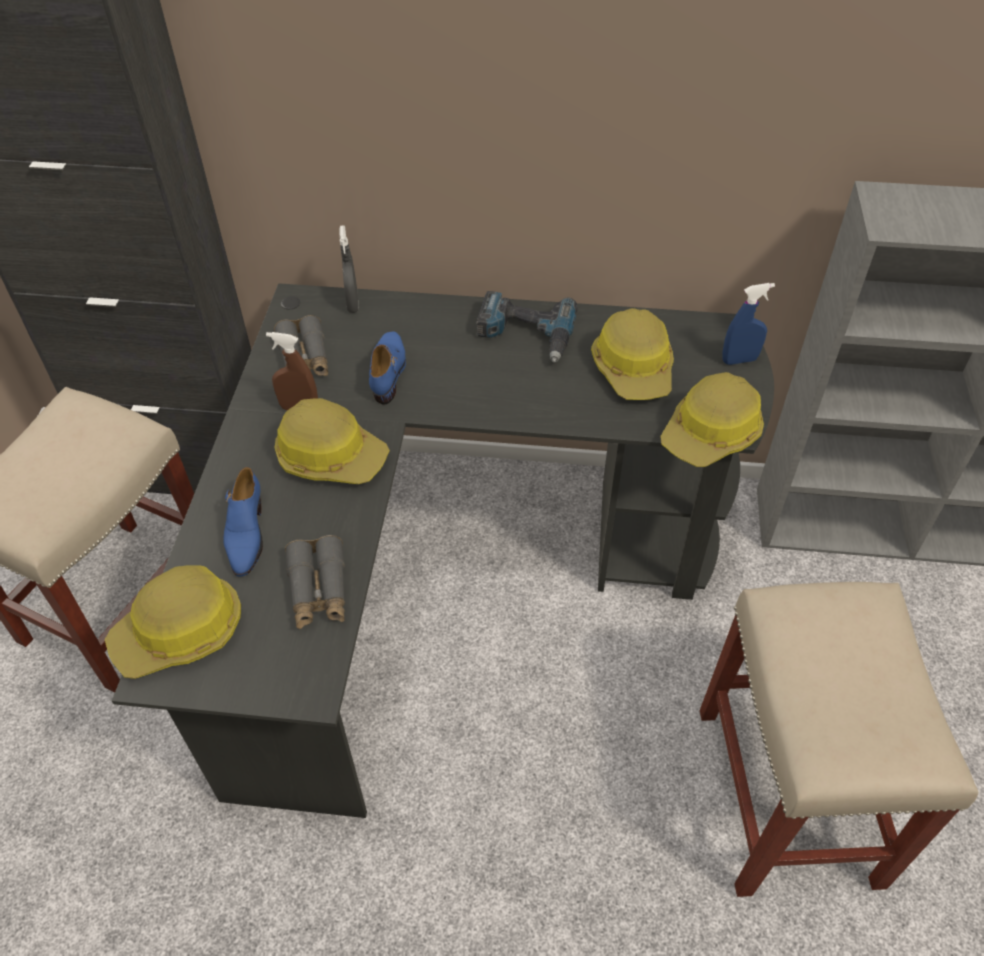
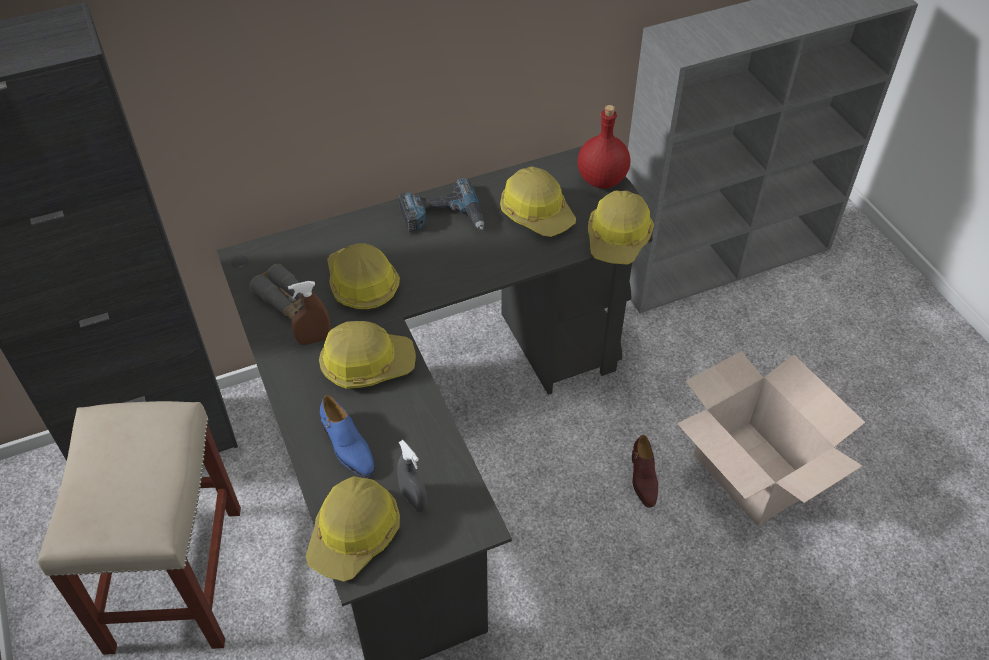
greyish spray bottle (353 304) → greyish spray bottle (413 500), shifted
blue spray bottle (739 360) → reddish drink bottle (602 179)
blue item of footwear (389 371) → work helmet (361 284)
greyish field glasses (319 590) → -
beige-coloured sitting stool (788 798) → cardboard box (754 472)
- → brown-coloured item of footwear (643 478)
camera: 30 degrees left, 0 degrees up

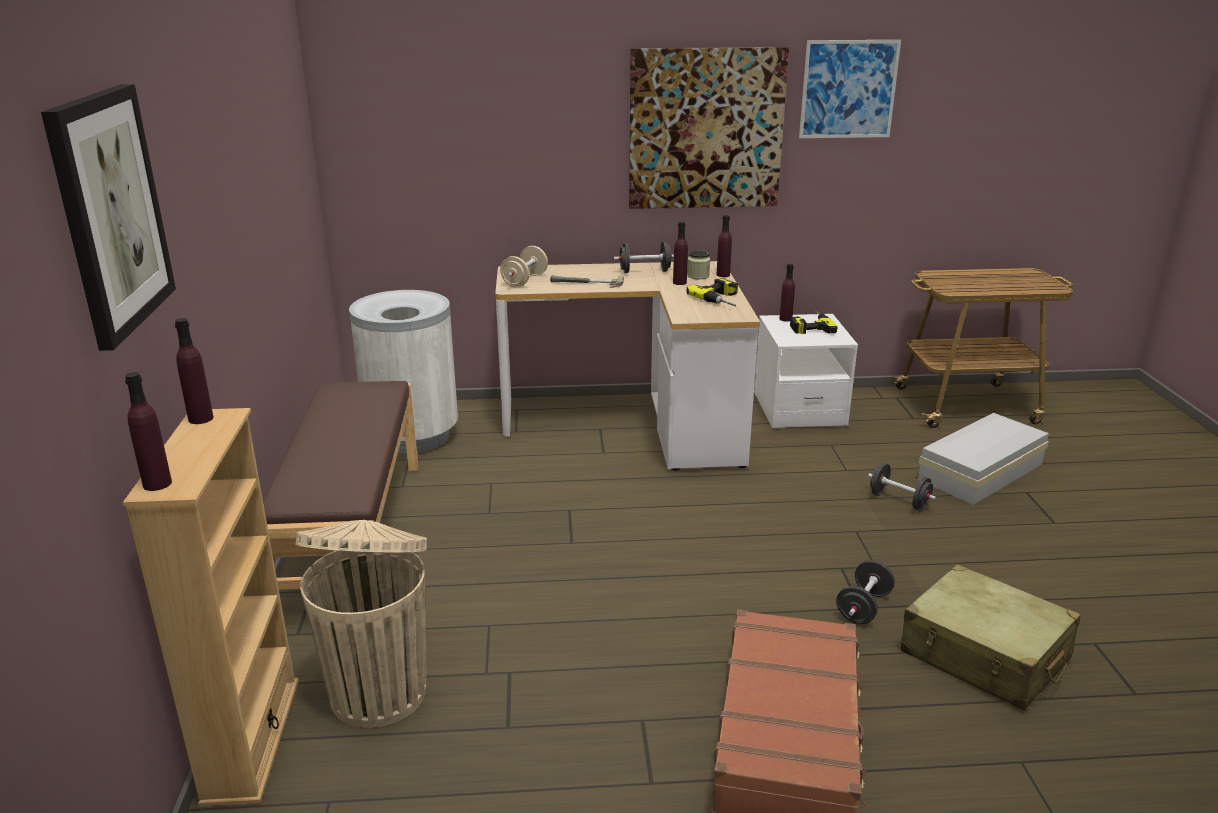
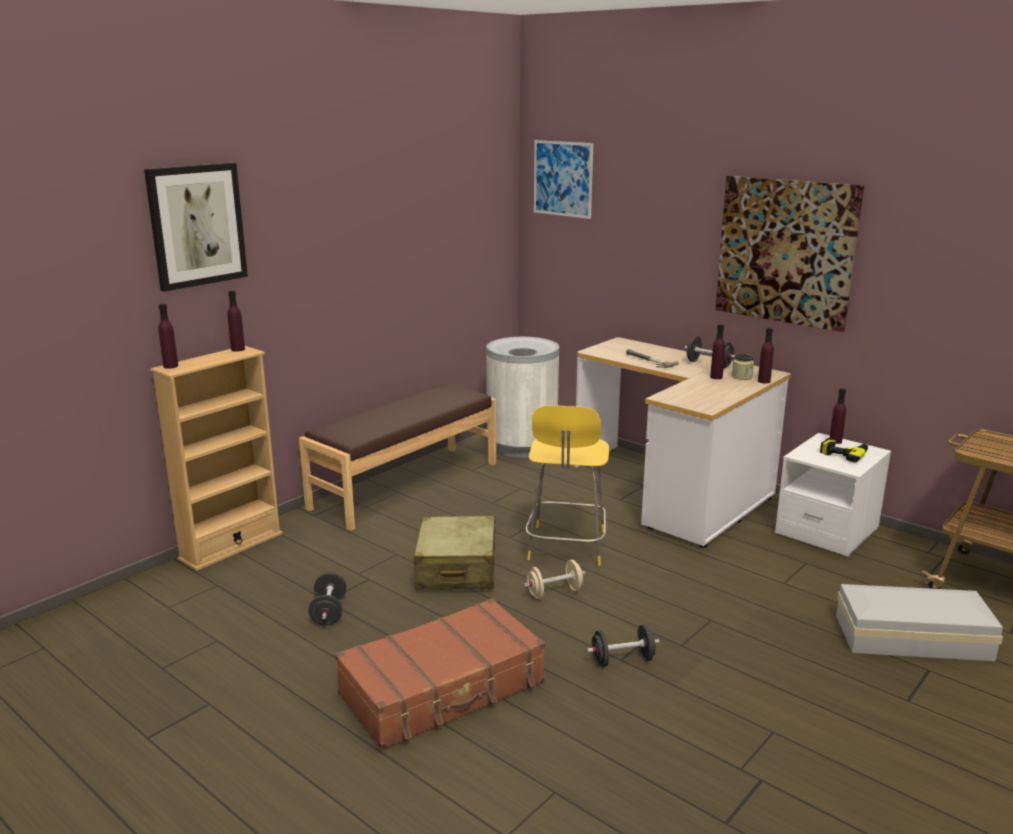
picture (848 89) → picture (563 179), shifted
beige-coloured hand weight (525 280) → beige-coloured hand weight (554 592), shifted
electric drill (723 299) → -
blackish hand weight (899 500) → blackish hand weight (329 612), shifted
beige-coloured trash can (380 691) → -
beige-coloured travel case (984 655) → beige-coloured travel case (456 569), shifted
- → yellow-coloured plain chair (566 547)
camera: 45 degrees right, 5 degrees down

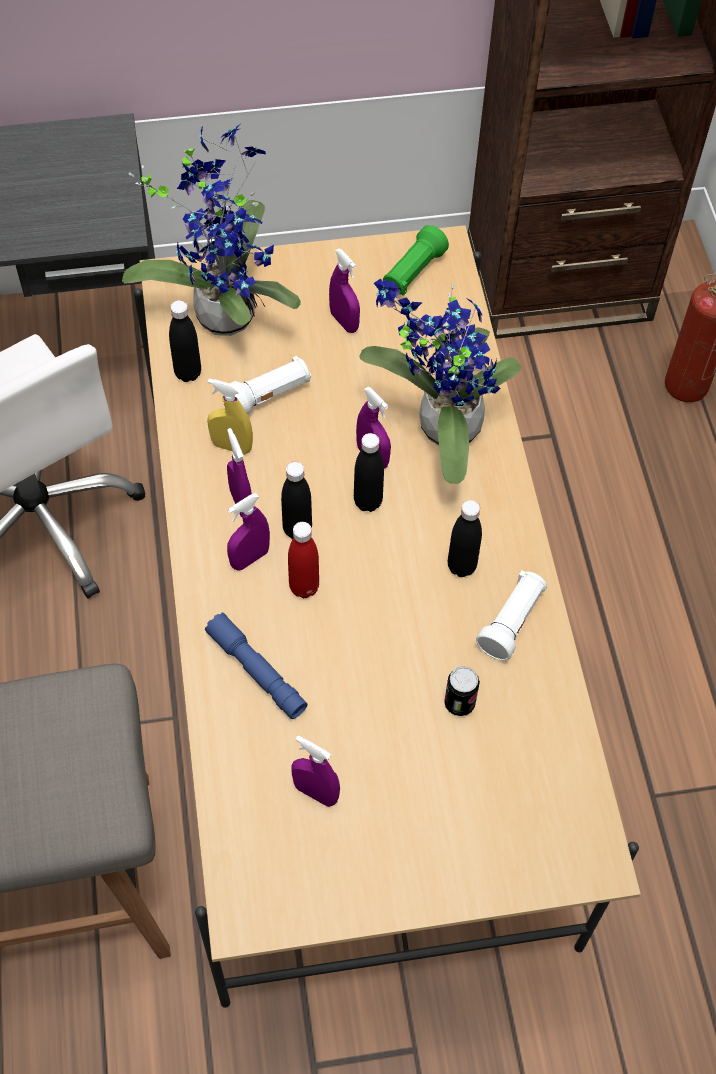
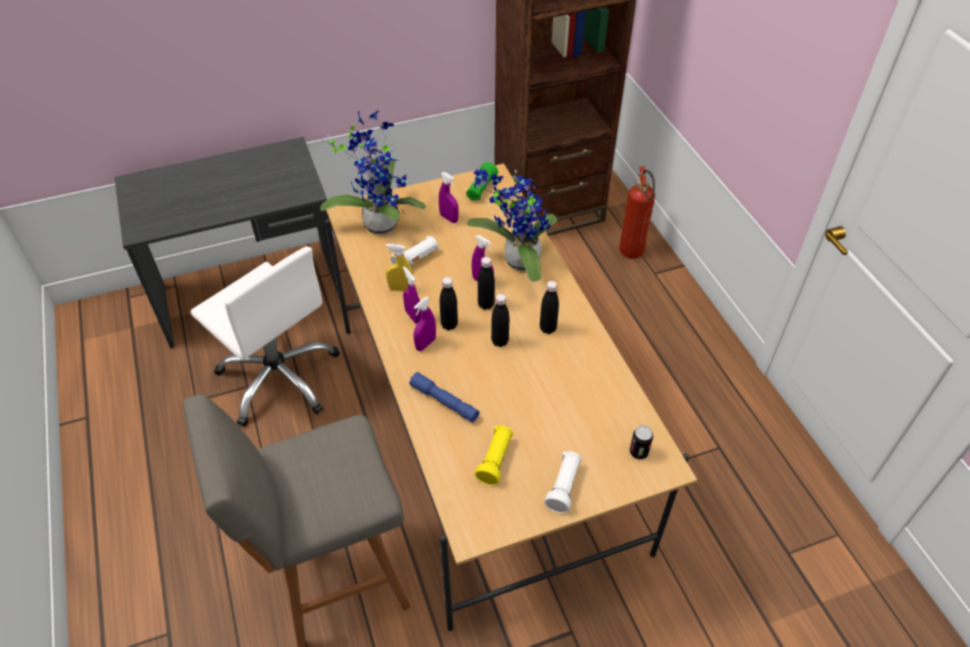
blackish drink bottle (188 373) → blackish drink bottle (500 341), shifted
reddish drink bottle (304 587) → -
white-coloured flashlight (512 622) → white-coloured flashlight (564 486), shifted
metal can (459 703) → metal can (638 452), shifted
purplish spray bottle (315 793) → yellow-coloured flashlight (495 460)
camera: 10 degrees left, 10 degrees down

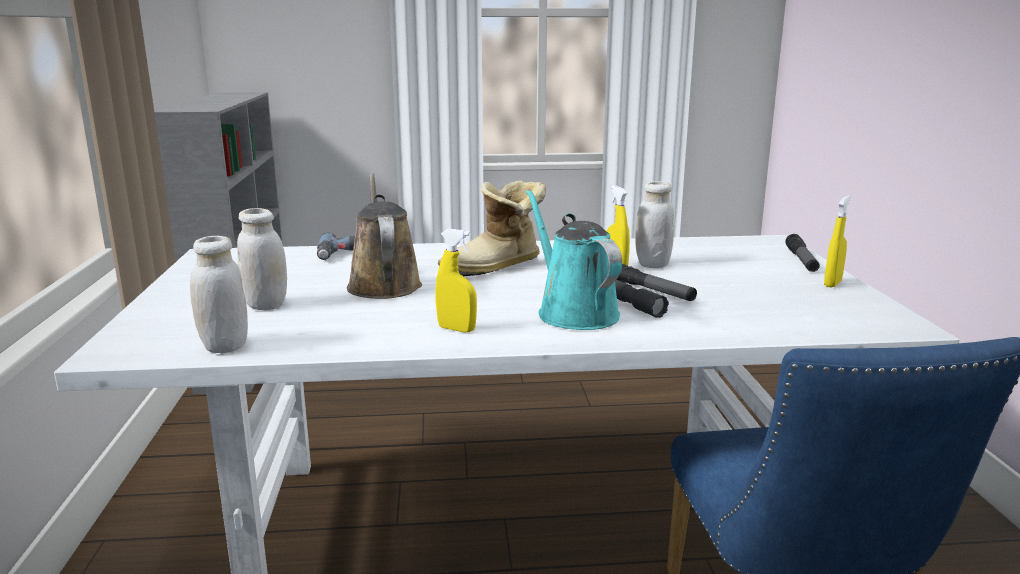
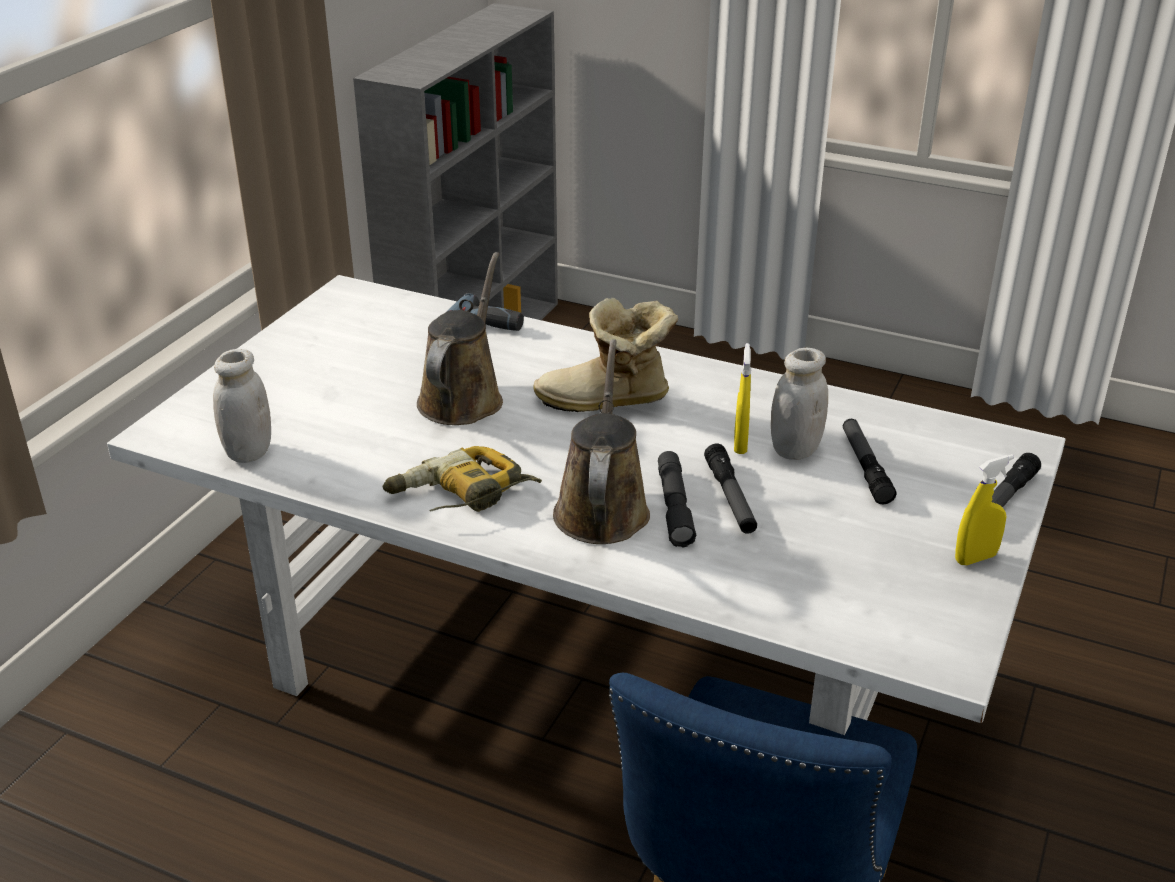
turquoise-coloured watering can (573 312) → brown-coloured watering can (602 508)
white-coloured jar (266 305) → -
yellow-coloured spray bottle (456 329) → electric drill (461 496)
- → flashlight (865 467)
camera: 30 degrees right, 15 degrees up

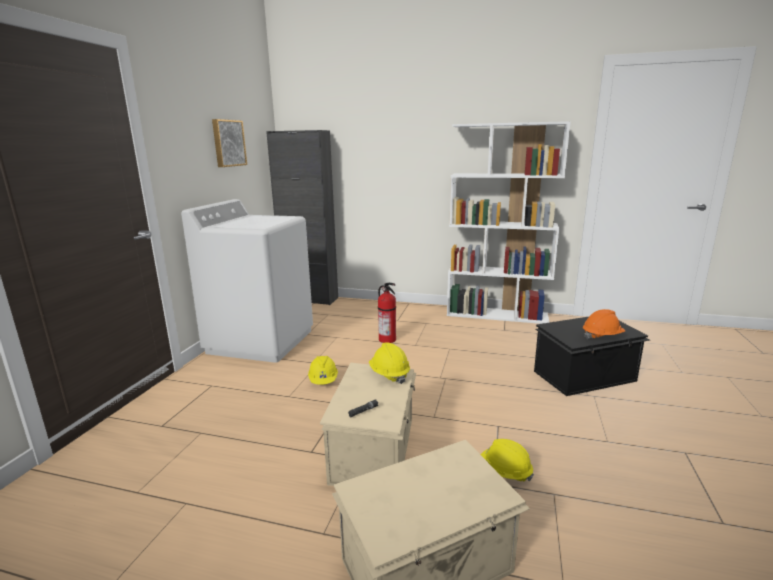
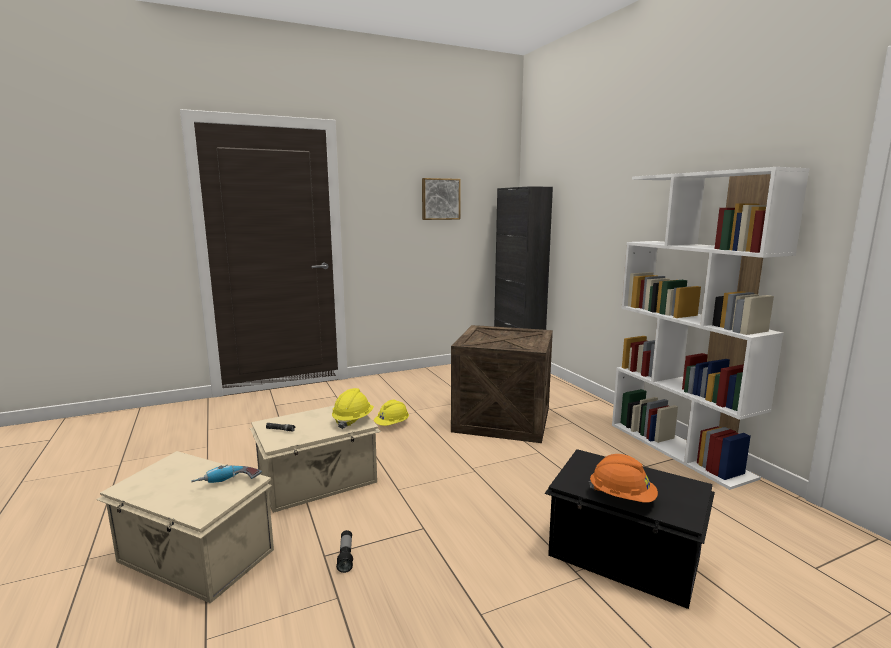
white-coloured laundry appliance (261 341) → -
fire-fighting cylinder (388 339) → packing crate (503 420)
yellow-coloured work helmet (504 473) → flashlight (346 556)
- → electric drill (228 483)
camera: 50 degrees right, 5 degrees down

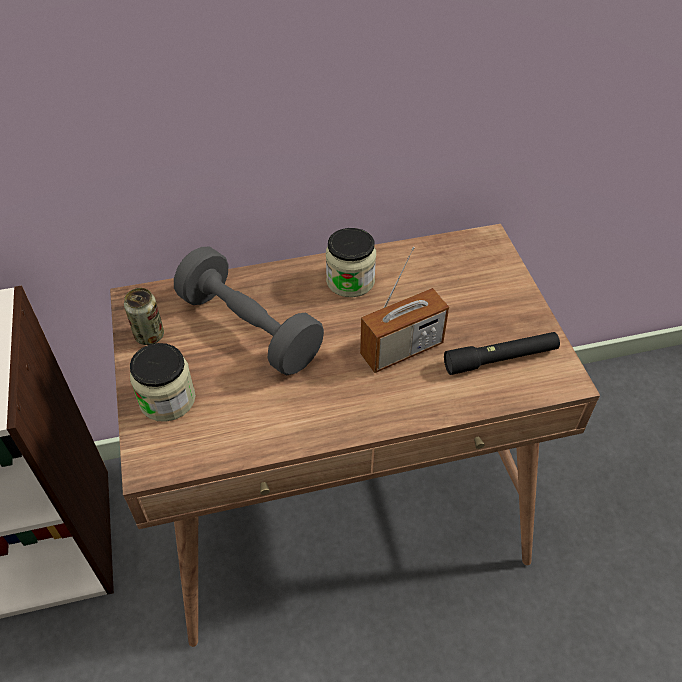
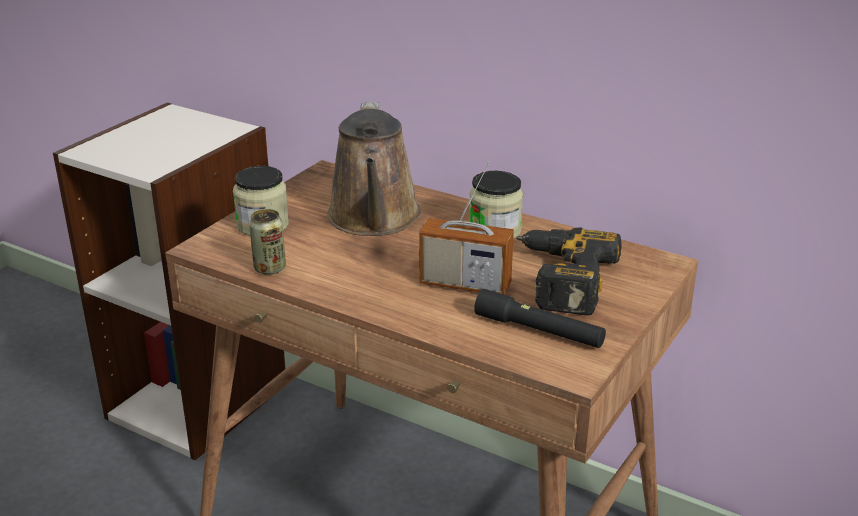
greyish hand weight (249 329) → brown-coloured watering can (374 219)
metal can (149 335) → metal can (269 268), shifted
- → electric drill (558 279)
camera: 45 degrees right, 20 degrees down

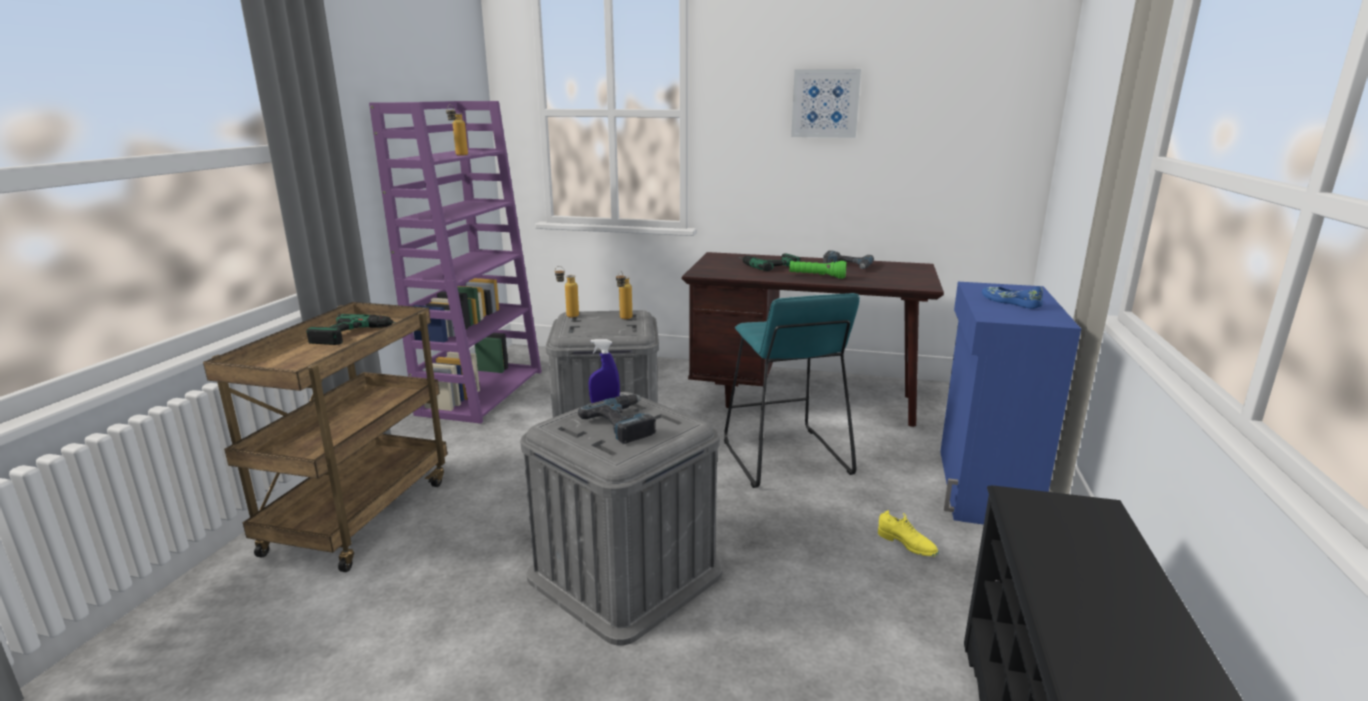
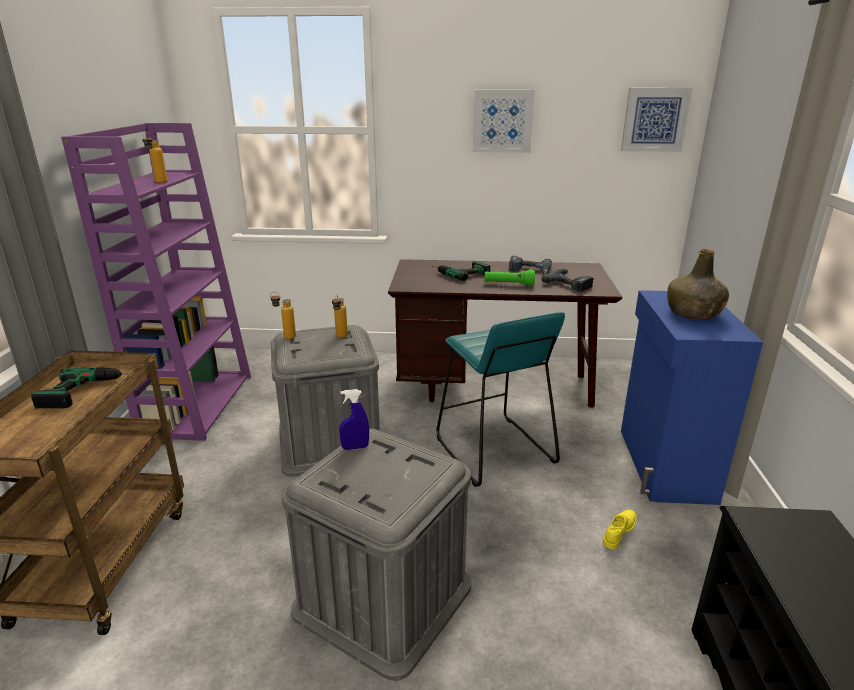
blue item of footwear (1011 302) → green drink bottle (693 313)
electric drill (625 423) → electric drill (569 284), shifted
yellow-coloured item of footwear (907 545) → yellow-coloured item of footwear (619 532), 90 degrees counterclockwise
- → picture (655 120)
camera: 10 degrees left, 5 degrees up

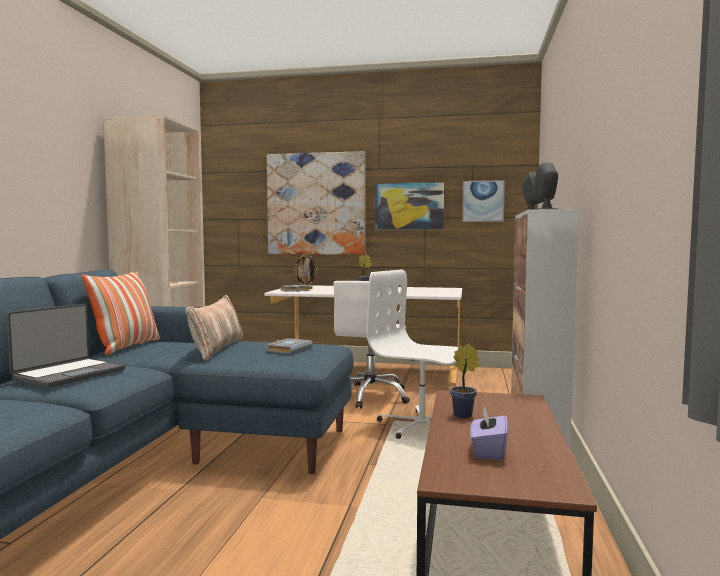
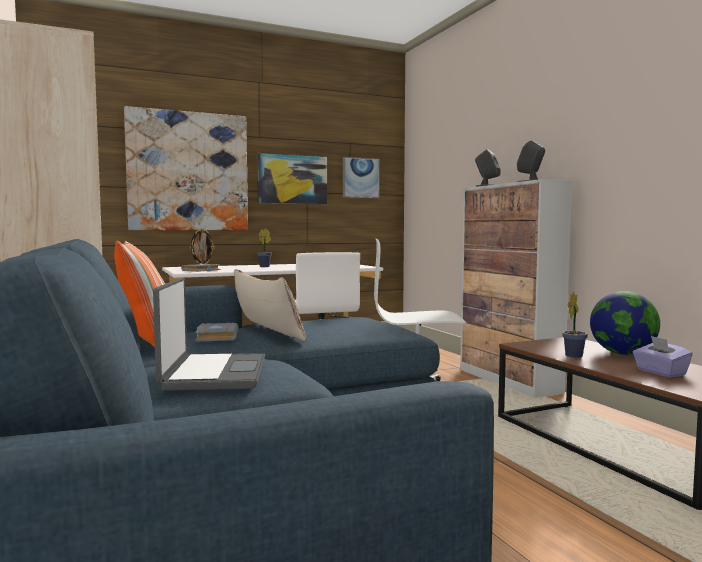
greyish book (288 349) → greyish book (215 336), shifted
- → globe (622 353)
camera: 35 degrees left, 0 degrees up

